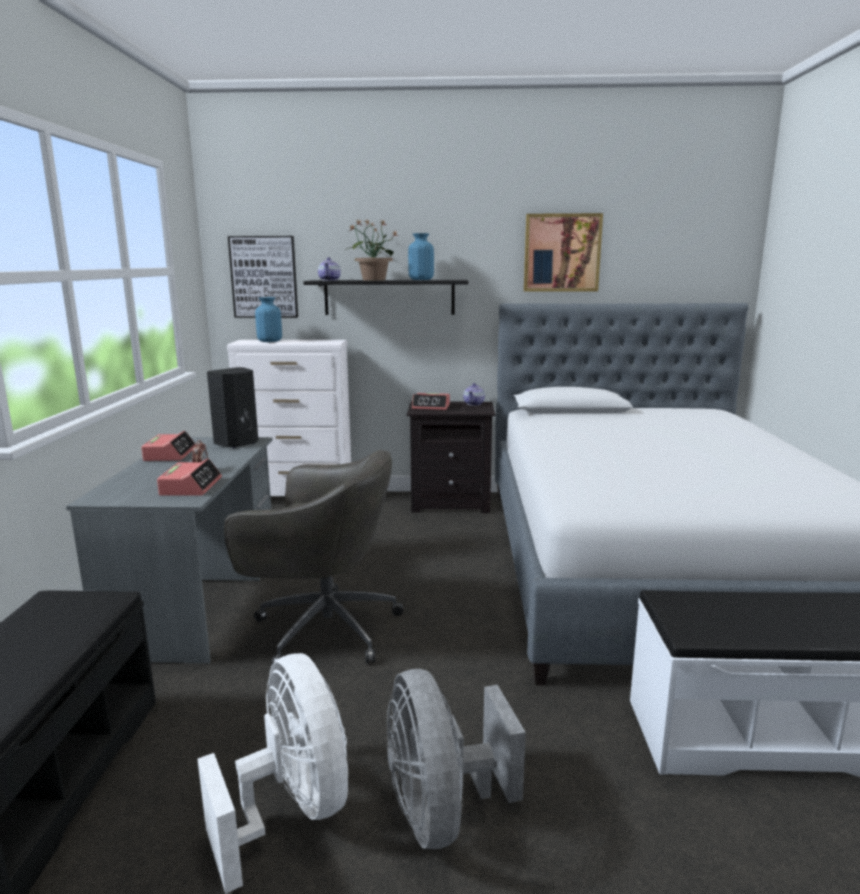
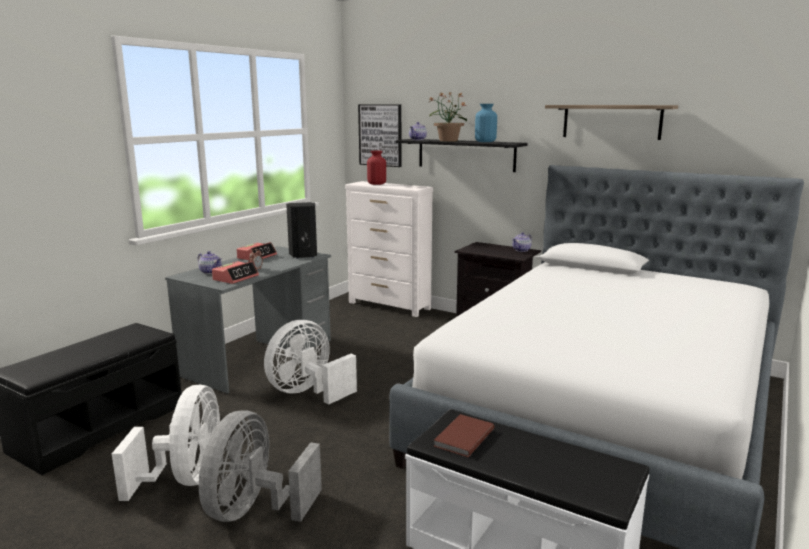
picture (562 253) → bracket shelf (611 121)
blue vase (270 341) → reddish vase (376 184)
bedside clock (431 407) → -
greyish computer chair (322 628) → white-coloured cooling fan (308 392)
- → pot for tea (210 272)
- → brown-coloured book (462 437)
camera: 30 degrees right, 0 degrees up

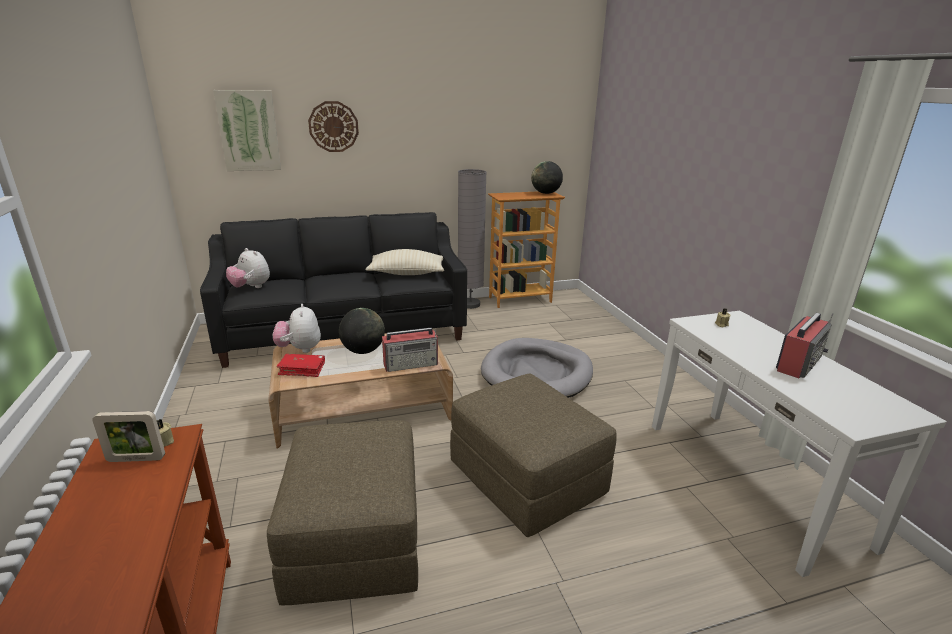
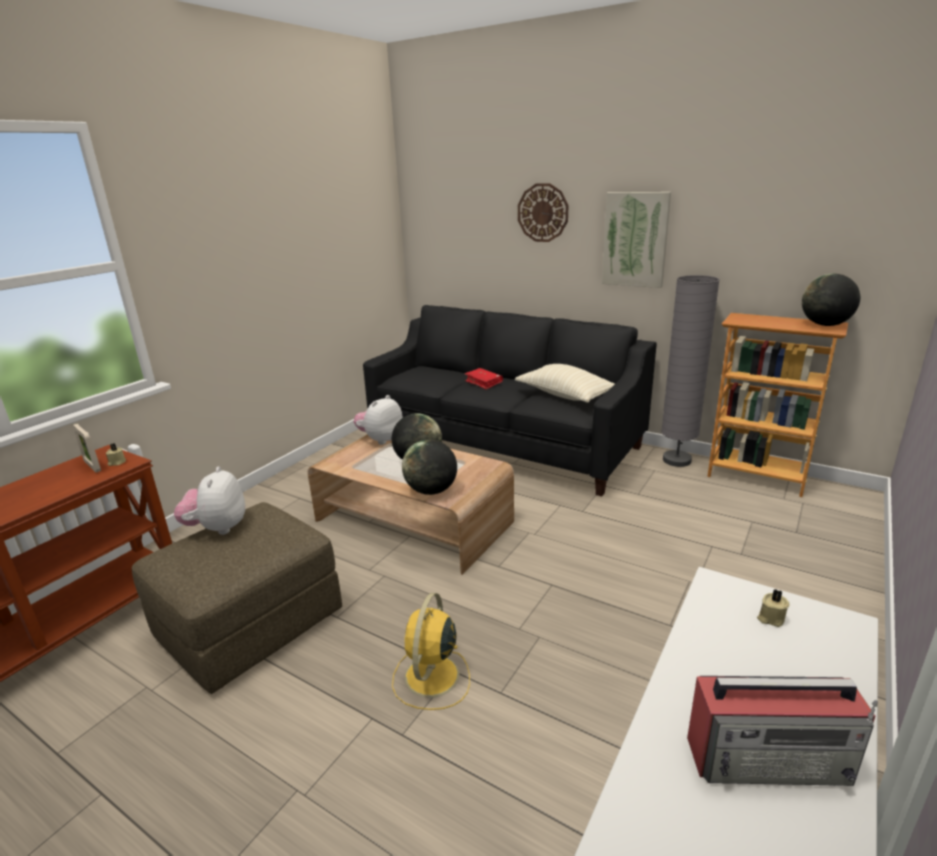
picture (249 131) → picture (635 239), shifted
plush toy (251 287) → plush toy (217 528), shifted
radio receiver (411 364) → globe (431 491)
greyish pet bed (537 373) → -
reddish book (302 369) → reddish book (483 382), shifted
brown-coloured footrest (527 479) → yellow-coloured cooling fan (431 677)
camera: 50 degrees right, 0 degrees up

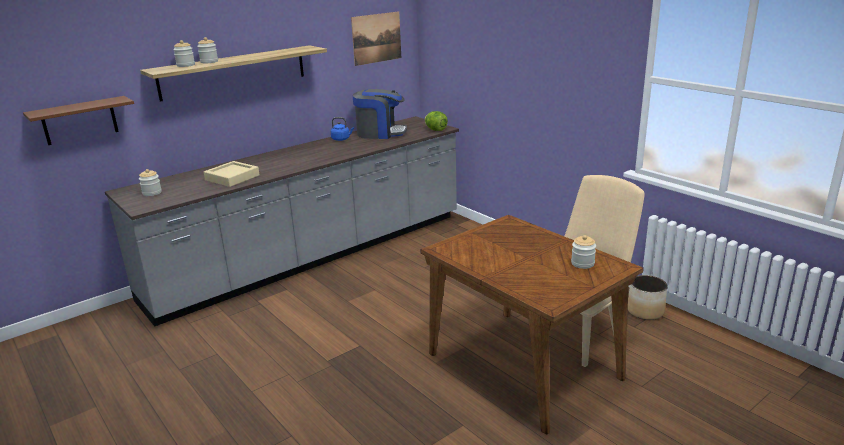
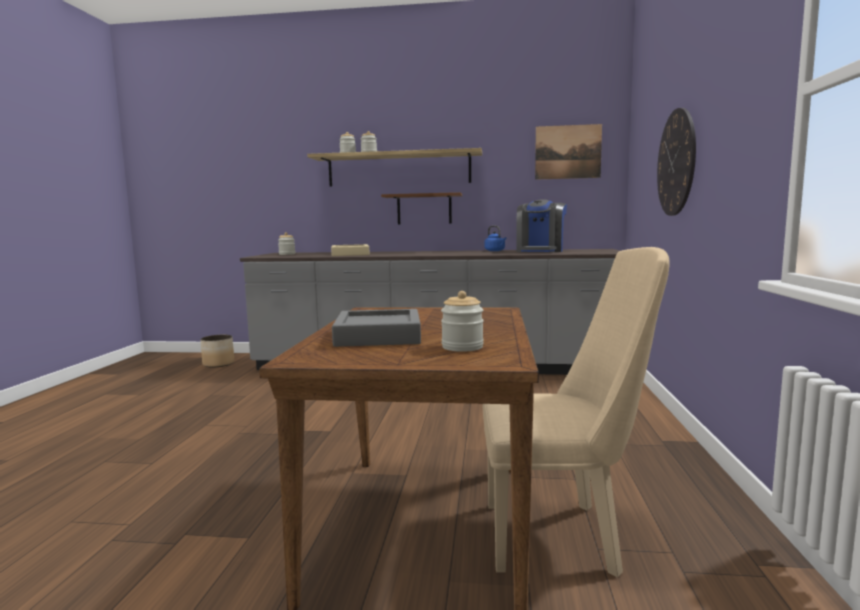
coffee machine (380 133) → coffee machine (540 251), 60 degrees clockwise
brown-coloured bracket shelf (79 121) → brown-coloured bracket shelf (424 209), shifted
lettuce (435 130) → -
planter (645 311) → planter (218 364), shifted
- → wall clock (676 163)
- → greyish tray (378 336)
camera: 45 degrees right, 15 degrees down

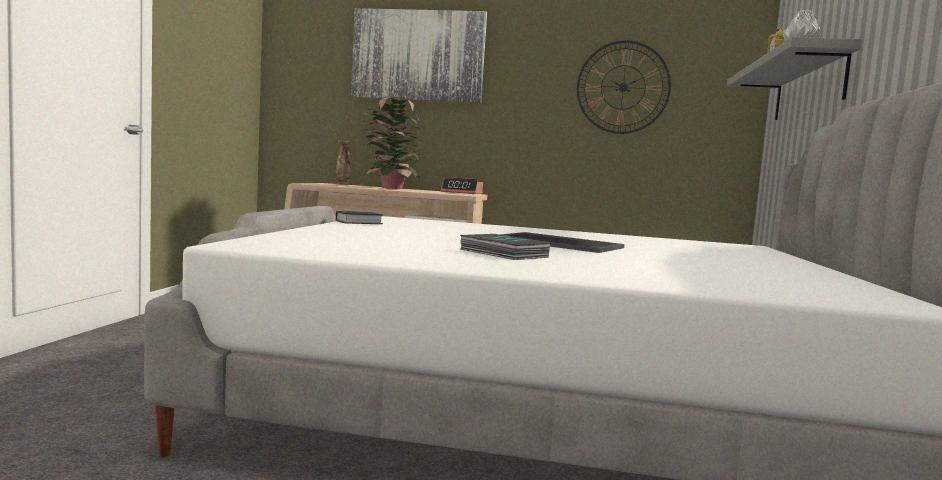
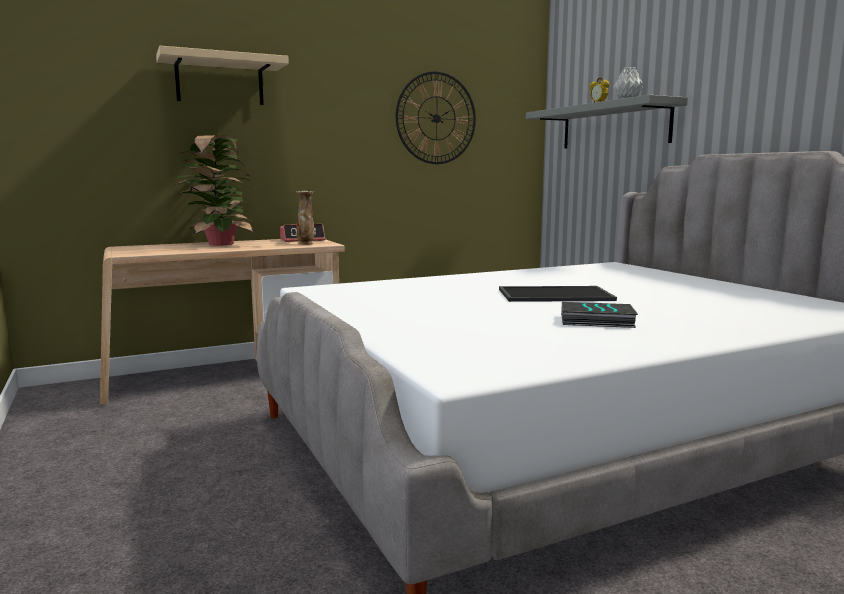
picture (418 55) → beige-coloured bracket shelf (220 81)
vase (342 184) → vase (306 244), shifted
book (358 223) → -
camera: 35 degrees left, 5 degrees up

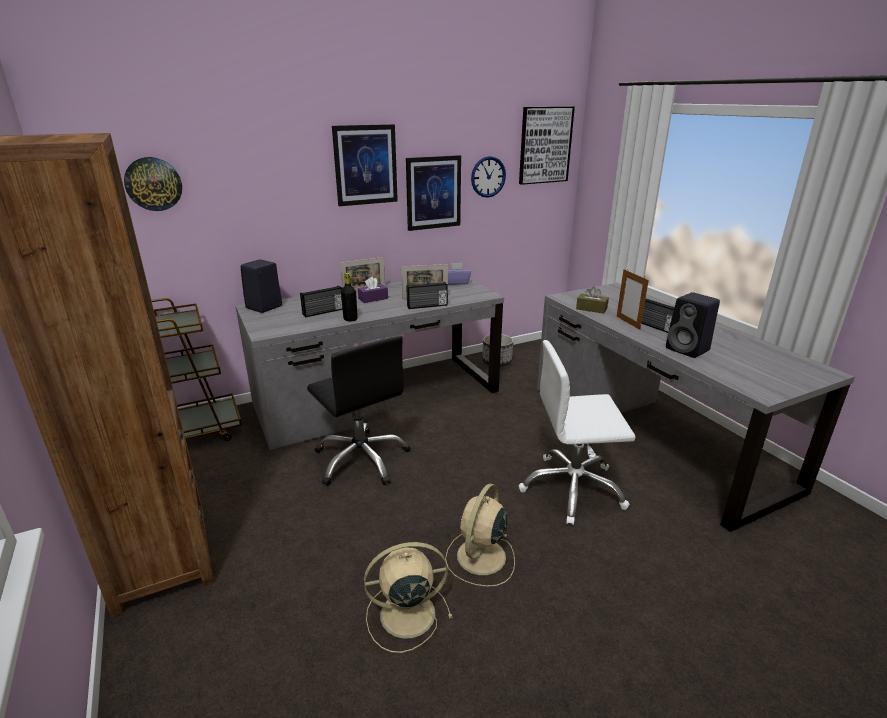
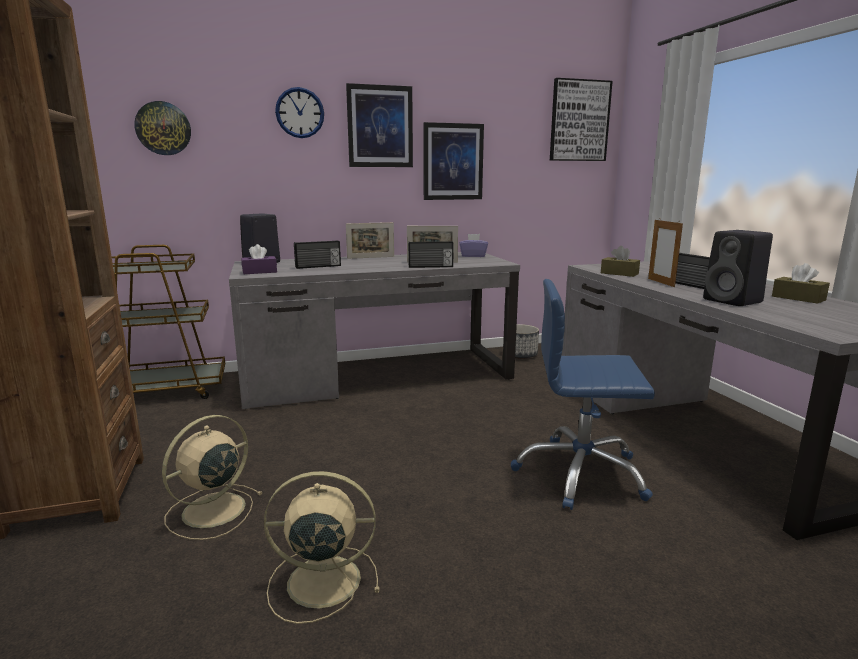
wall clock (488 177) → wall clock (300 113), shifted
blackish drink bottle (350 319) → -
purplish box of tissues (373 298) → purplish box of tissues (259 272), shifted
blackish computer chair (362 459) → -
white-coloured computer chair (572 489) → blue computer chair (580 473)
beige-coloured cooling fan (480 558) → beige-coloured cooling fan (211 511), shifted
- → brown-coloured box of tissues (798 298)
camera: 10 degrees right, 10 degrees down

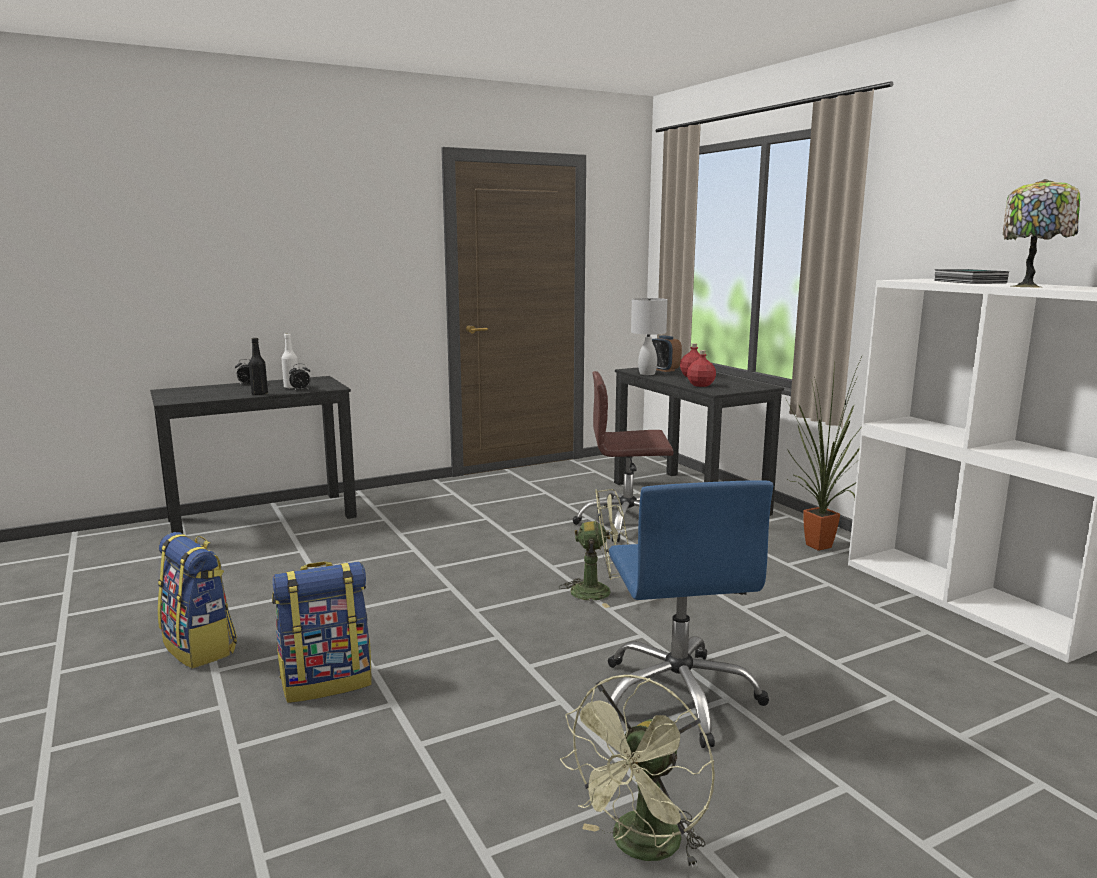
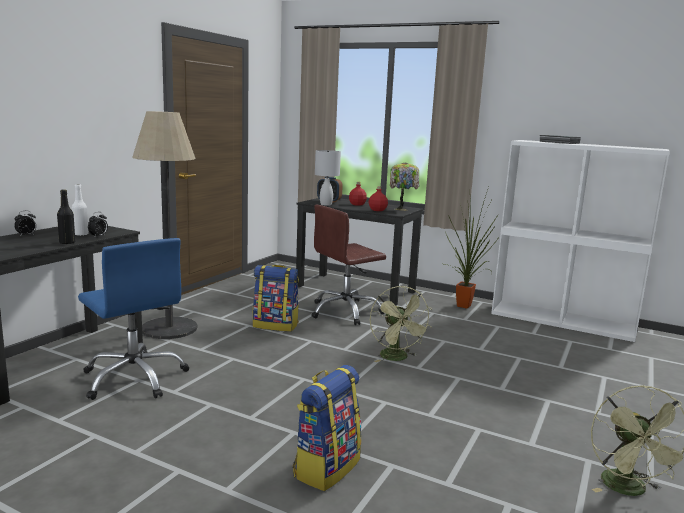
tabletop lamp (1029 286) → tabletop lamp (402 209), shifted
blue computer chair (678 696) → blue computer chair (135 378), shifted
green cooling fan (600 592) → green cooling fan (397 358), 105 degrees clockwise
backpack (200 647) → backpack (276 325), shifted
- → floor lamp (169 328)
camera: 35 degrees left, 0 degrees up

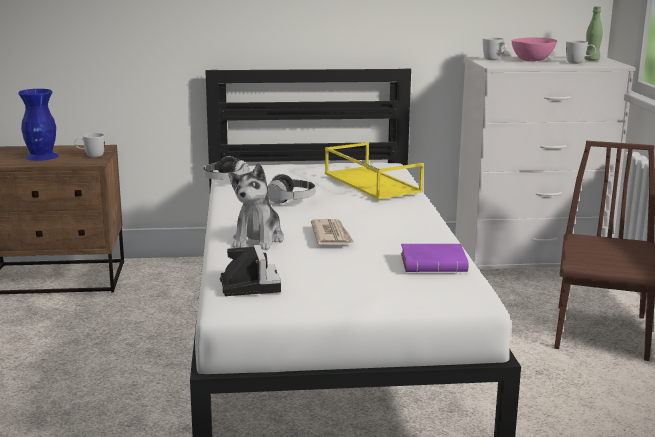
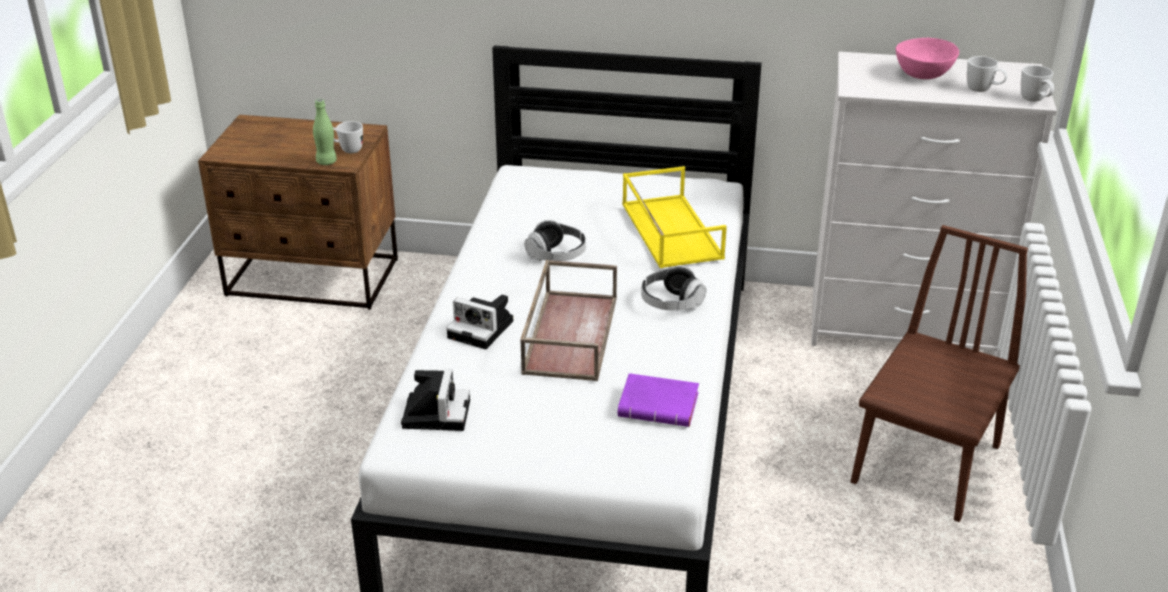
green drink bottle (591 60) → green drink bottle (326 162), shifted
white-coloured coffee mug (494 60) → white-coloured coffee mug (1035 101), shifted
blue vase (41 156) → -
headset (225 181) → headset (671 303), shifted
plush toy (258 240) → still camera (483 329)
newspaper (331 235) → brown-coloured tray (569 333)
camera: 15 degrees right, 15 degrees up

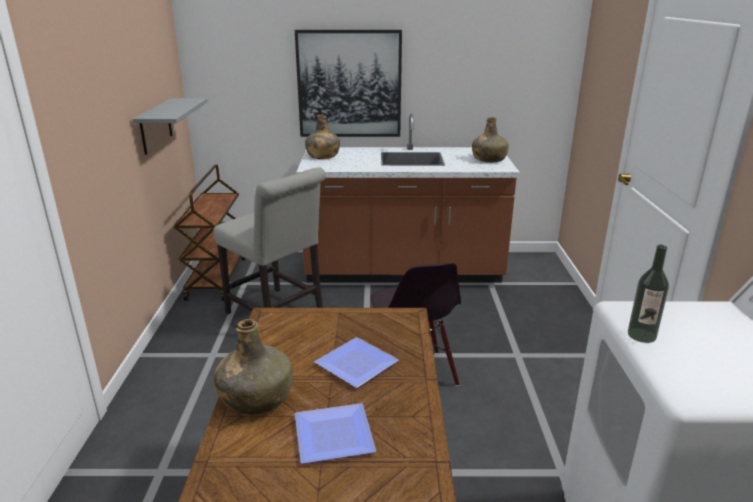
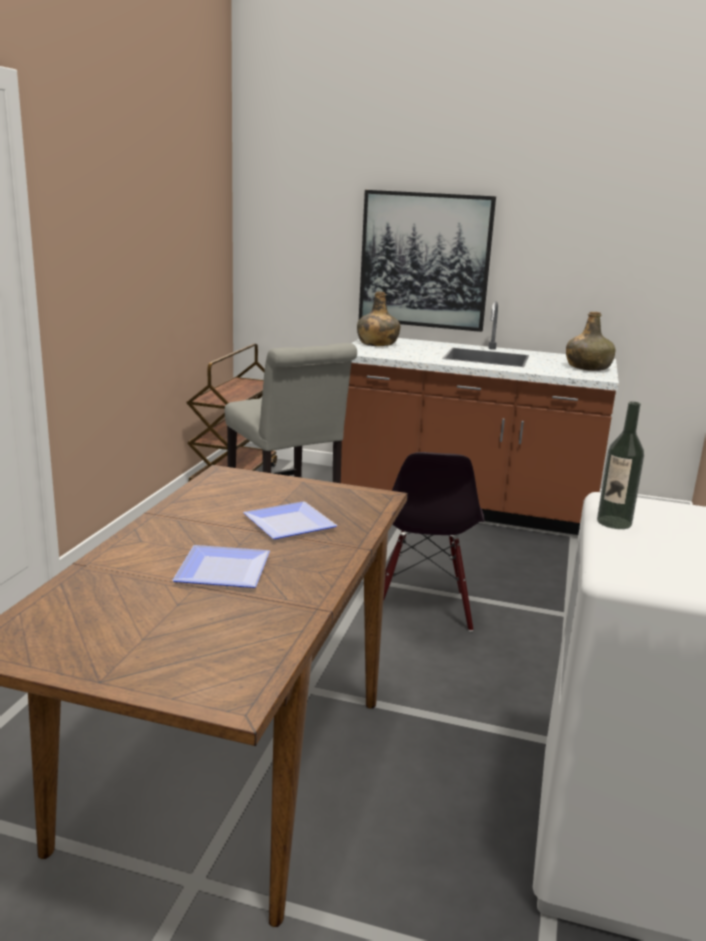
greyish bracket shelf (156 126) → -
green drink bottle (256 397) → -
camera: 15 degrees right, 5 degrees down

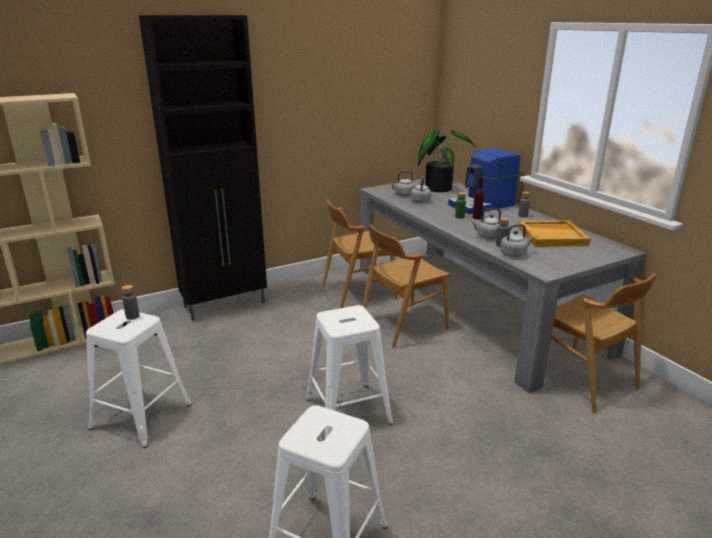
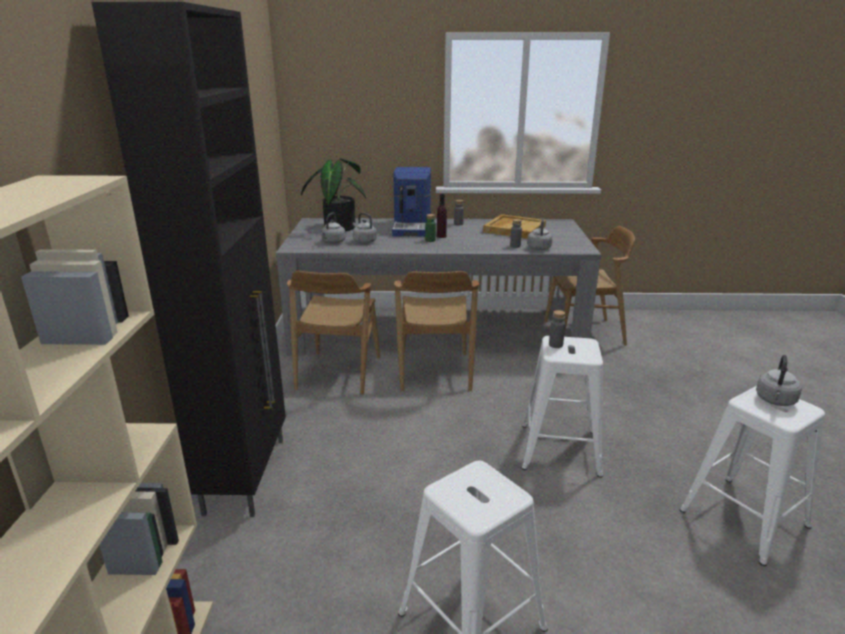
greyish tea kettle (487 237) → greyish tea kettle (775 401), shifted
greyish drink bottle (132 316) → greyish drink bottle (555 345), shifted
camera: 60 degrees left, 0 degrees up

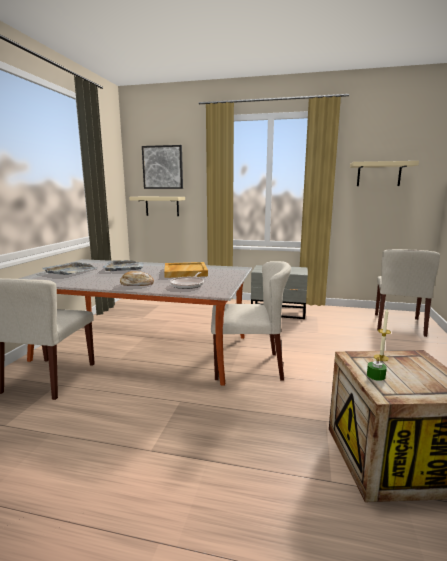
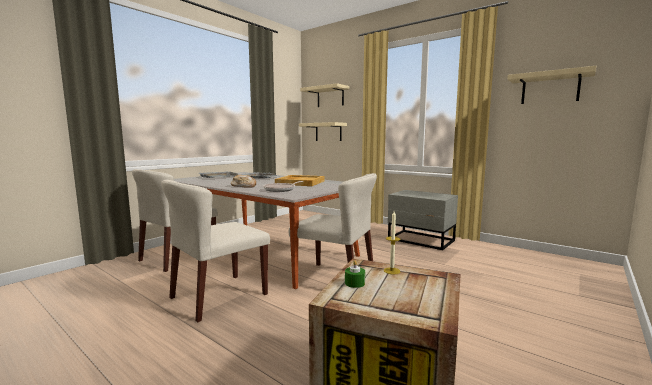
picture (163 167) → beige-coloured bracket shelf (330 97)
beige-coloured plain chair (399 324) → beige-coloured plain chair (218 296), shifted
camera: 25 degrees right, 5 degrees down

